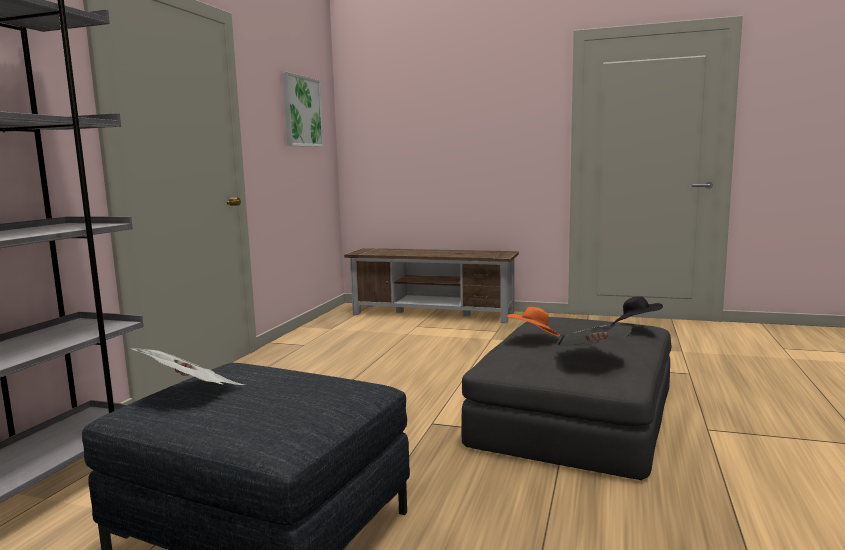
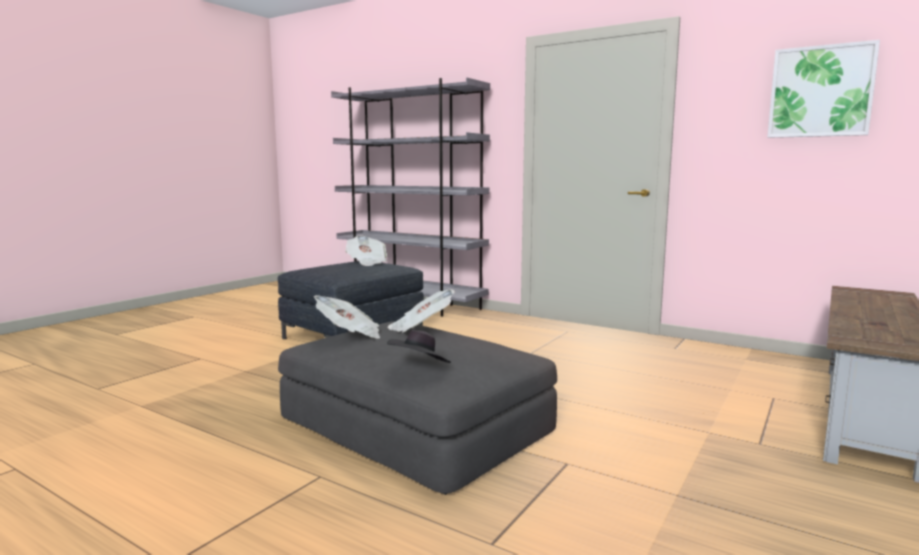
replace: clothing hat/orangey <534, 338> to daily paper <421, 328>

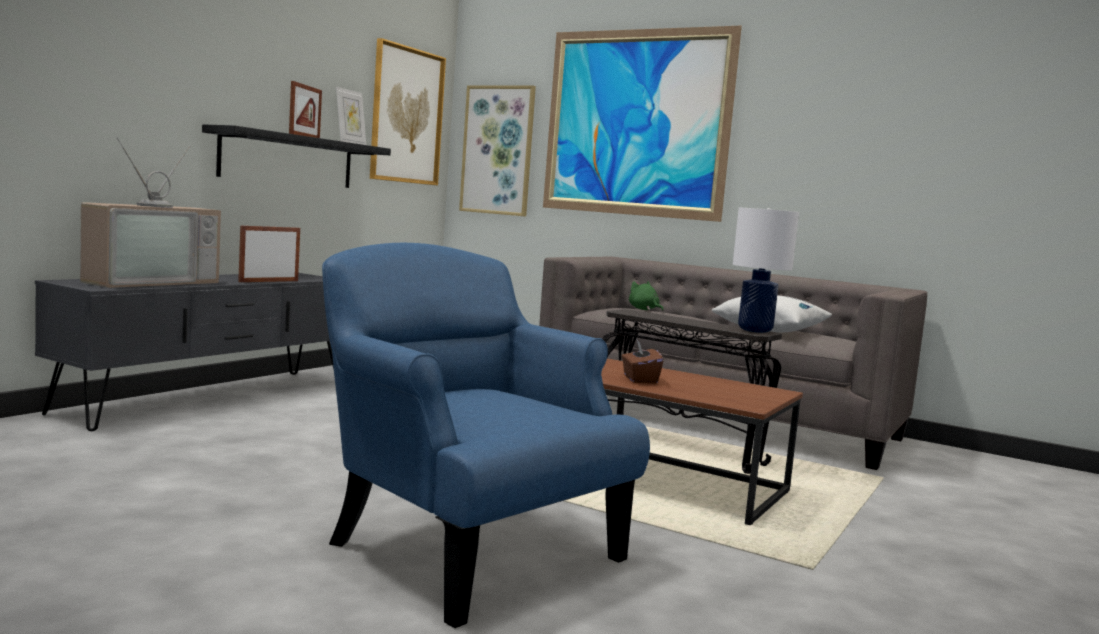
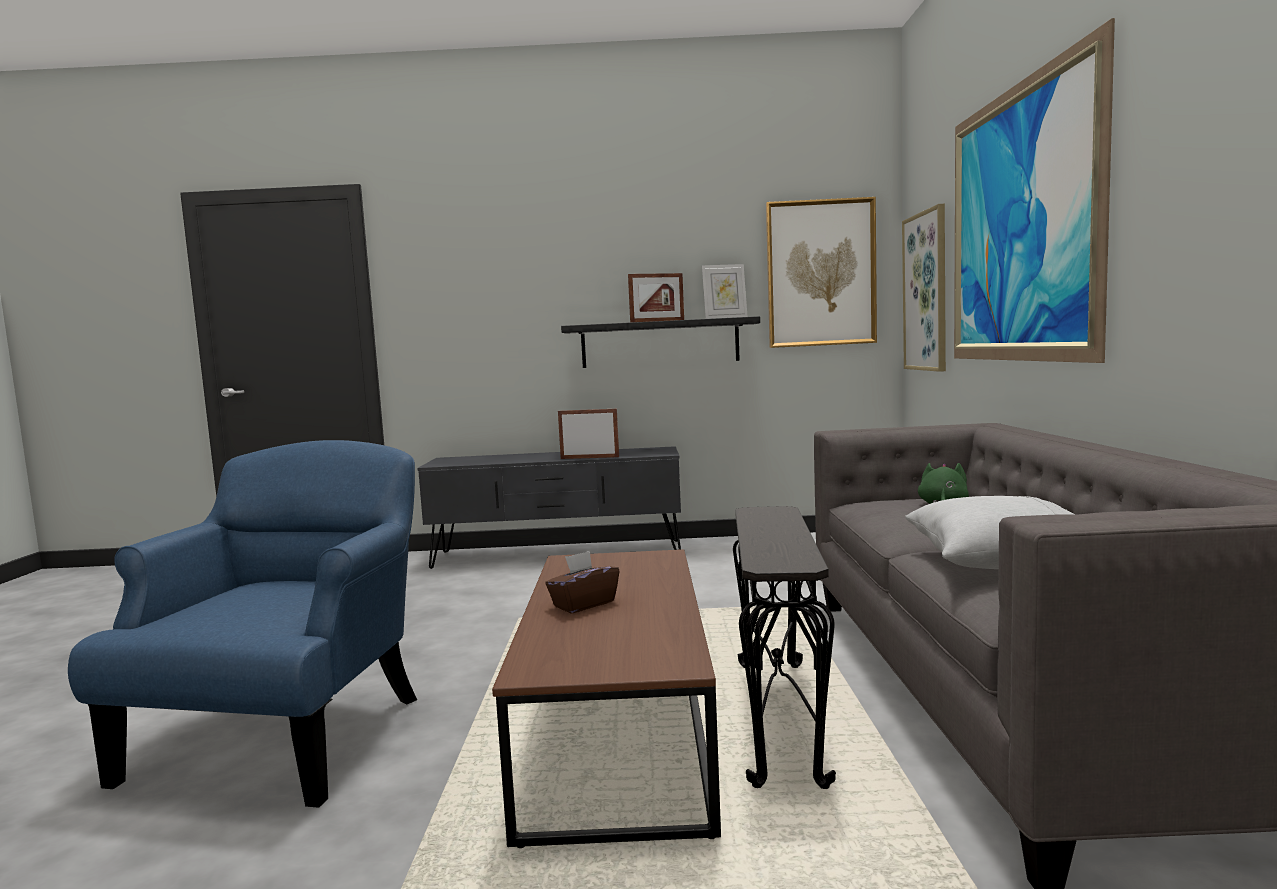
delete: television <148, 281>; tabletop lamp/white-coloured <754, 331>

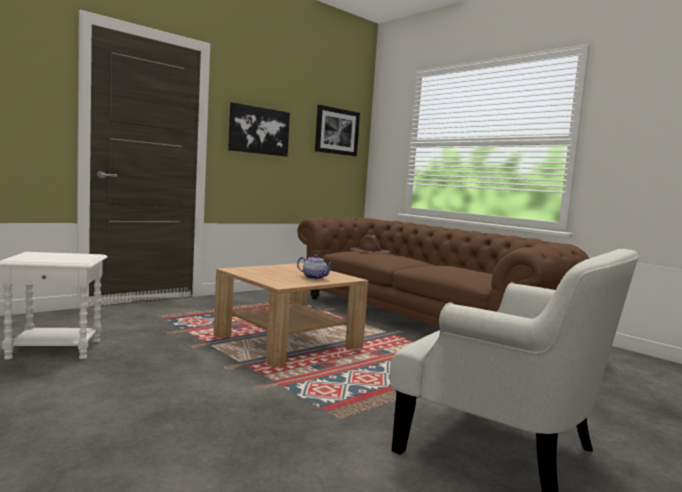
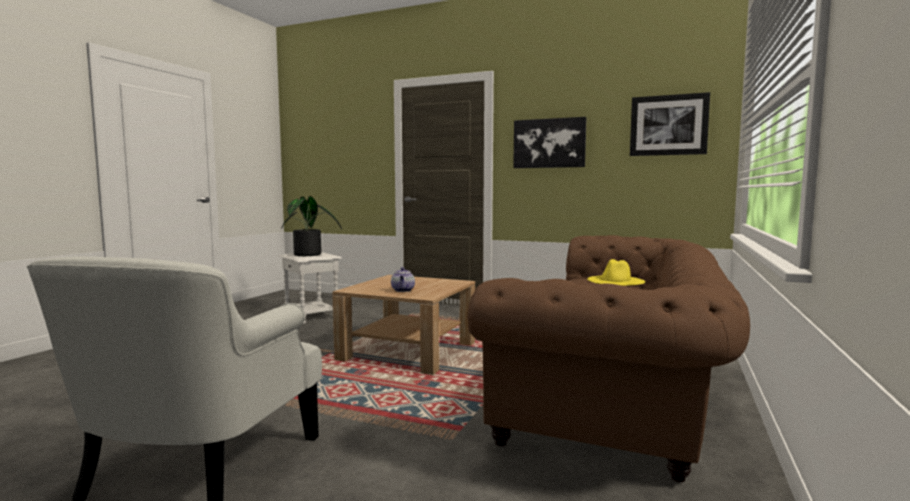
insert: plant in a pot <310, 255>
recolor: clothing hat/brown-coloured <370, 250> to clothing hat/yellowish <615, 280>

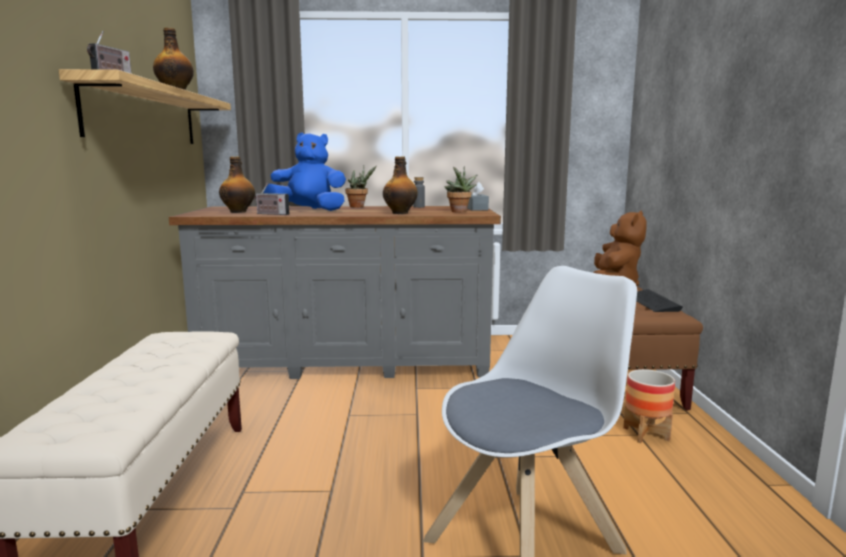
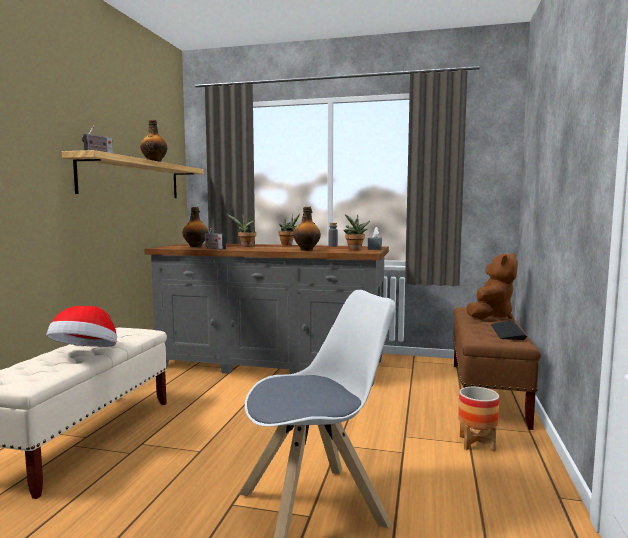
insert: clothing hat <86, 354>
replace: cuddly toy/blue-coloured <309, 210> to plant in a pot <246, 246>

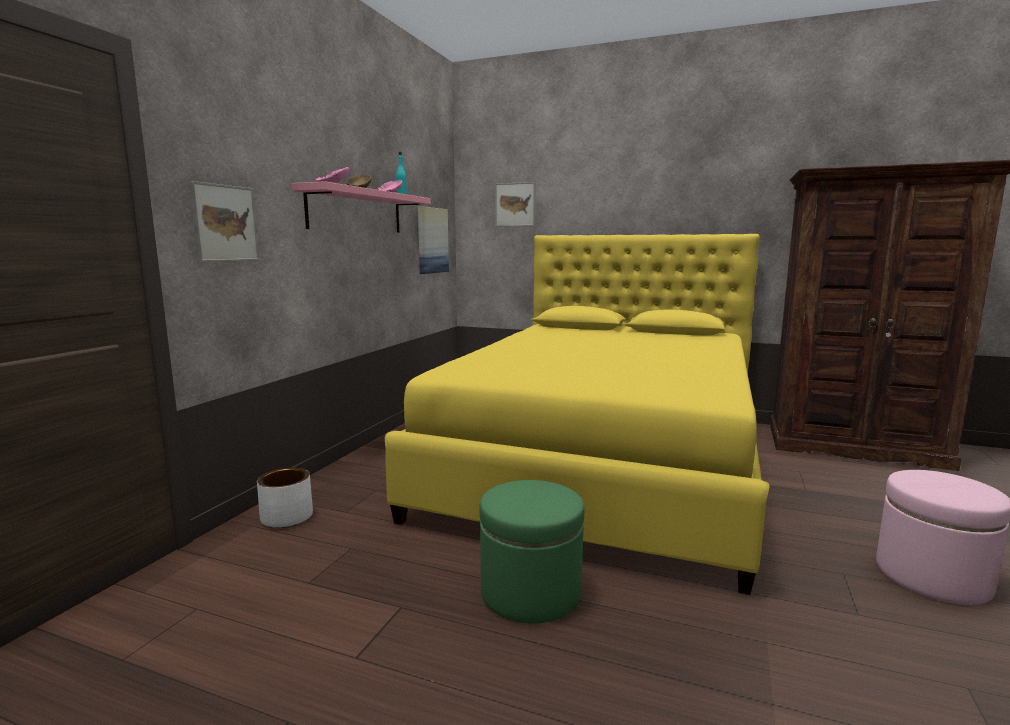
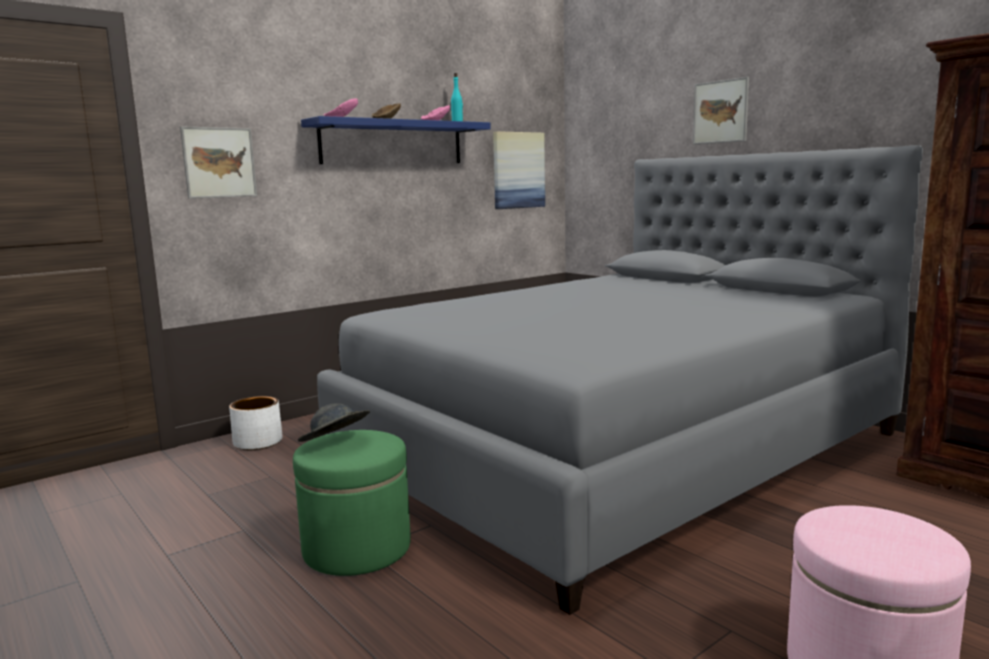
insert: clothing hat/greyish <335, 444>
move: picture <515, 204> to <720, 112>
recolor: shelf/pinkish <356, 211> to shelf/blue-coloured <393, 143>; sleeping bed/yellowish <604, 462> to sleeping bed/greyish <620, 448>

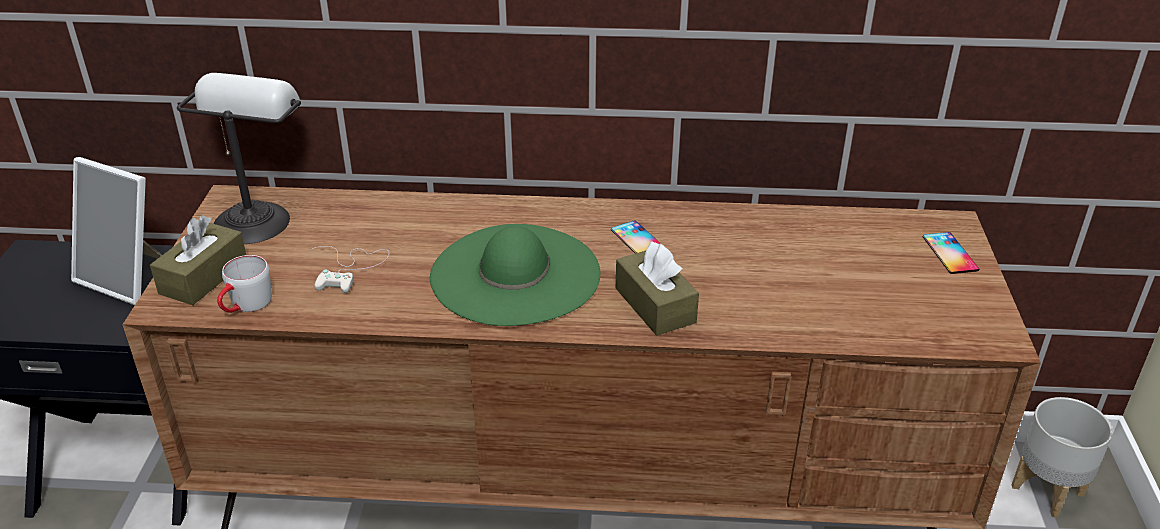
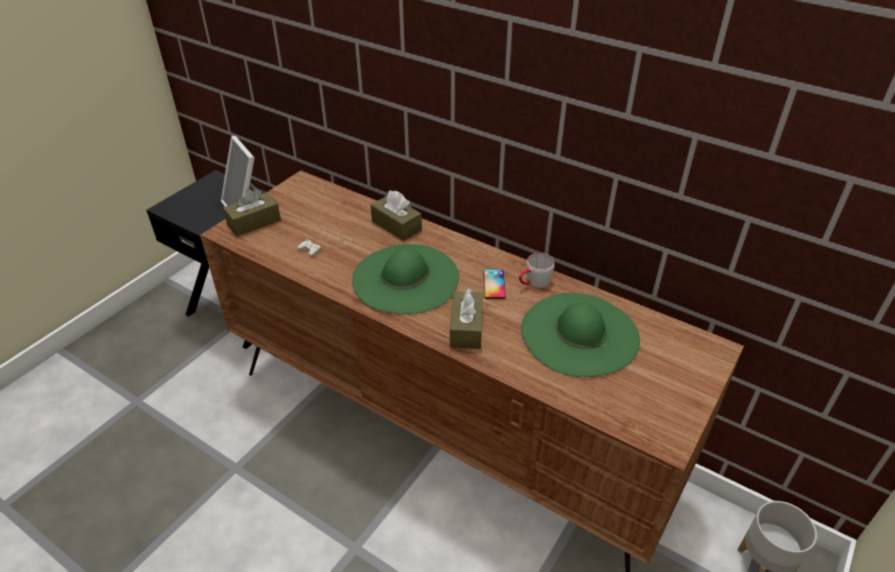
delete: tabletop lamp <257, 213>; telephone <950, 253>
insert: tissue box/brown-coloured <396, 226>; clothing hat/green <579, 334>
move: tea mug/greyish <246, 306> to <534, 283>

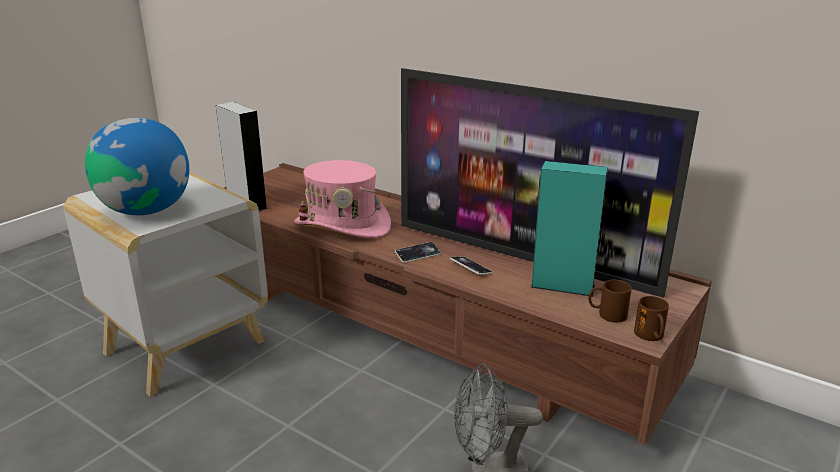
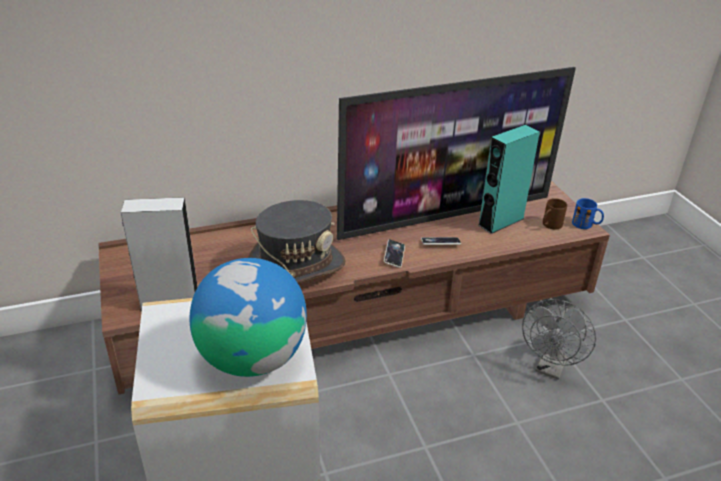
recolor: clothing hat/pinkish <343, 225> to clothing hat/greyish <296, 267>; tea mug/brown-coloured <651, 336> to tea mug/blue-coloured <586, 225>

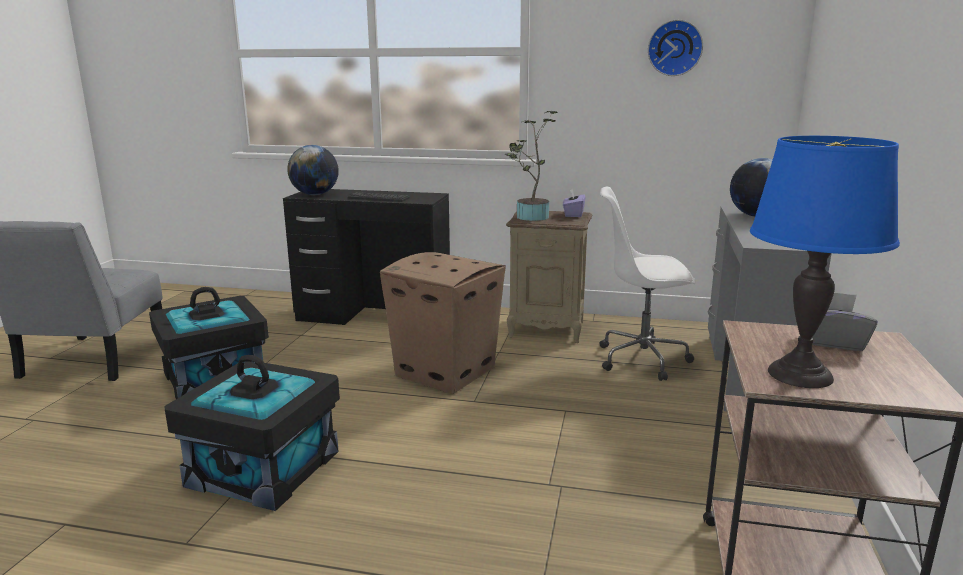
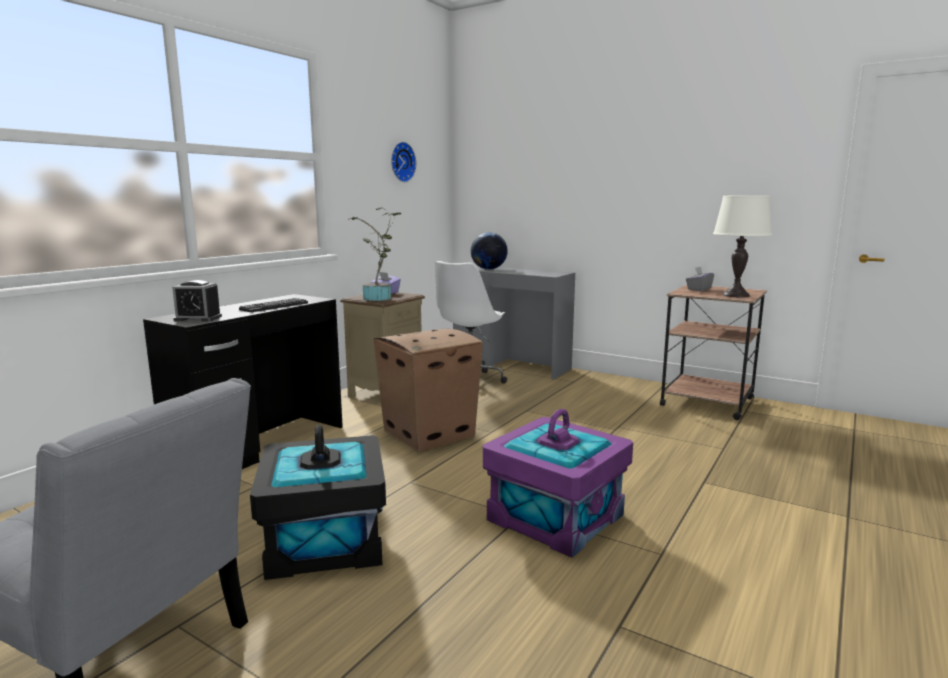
replace: world globe <315, 194> to bedside clock <198, 318>
recolor: storage container/black <264, 468> to storage container/purple <555, 517>; tabletop lamp/blue-coloured <800, 375> to tabletop lamp/white-coloured <736, 295>

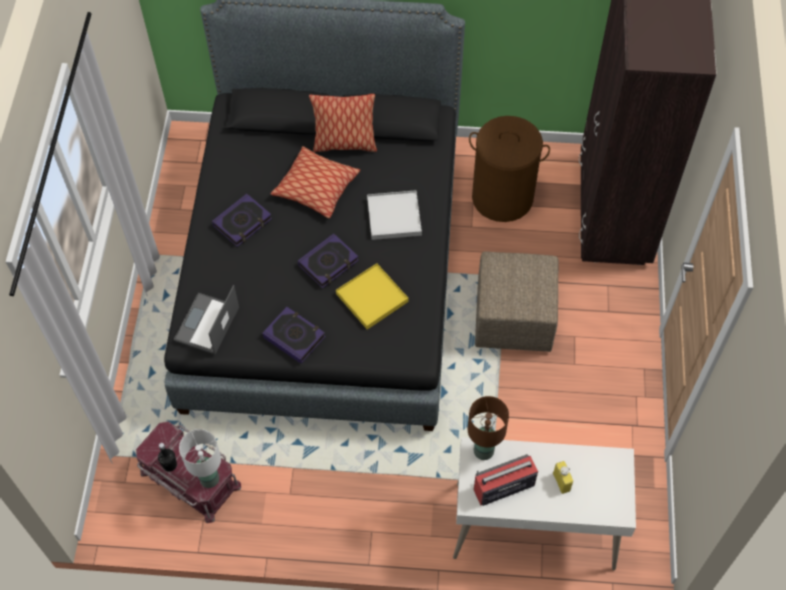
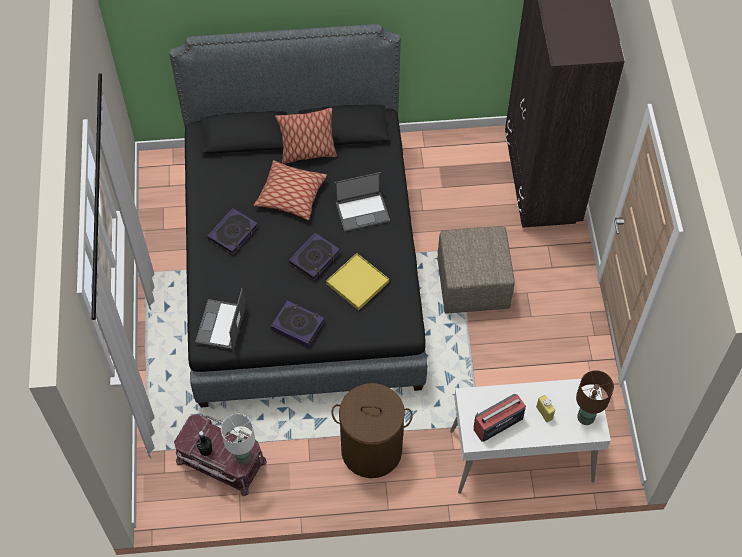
move: tabletop lamp/brown-coloured <483, 451> to <585, 418>; laundry basket/brown-coloured <502, 197> to <371, 449>
replace: serving tray/white-coloured <394, 217> to notebook computer <363, 211>

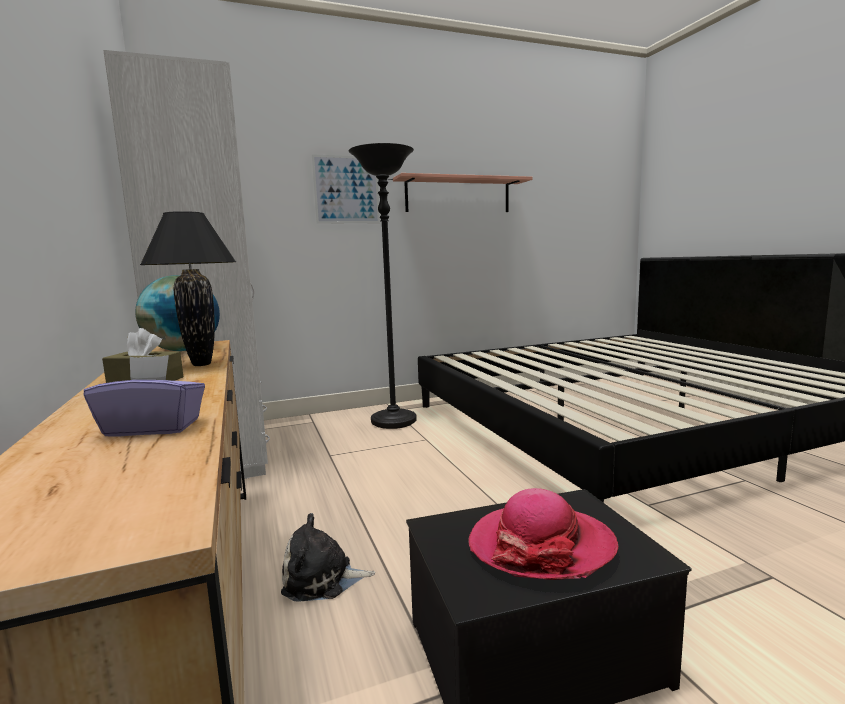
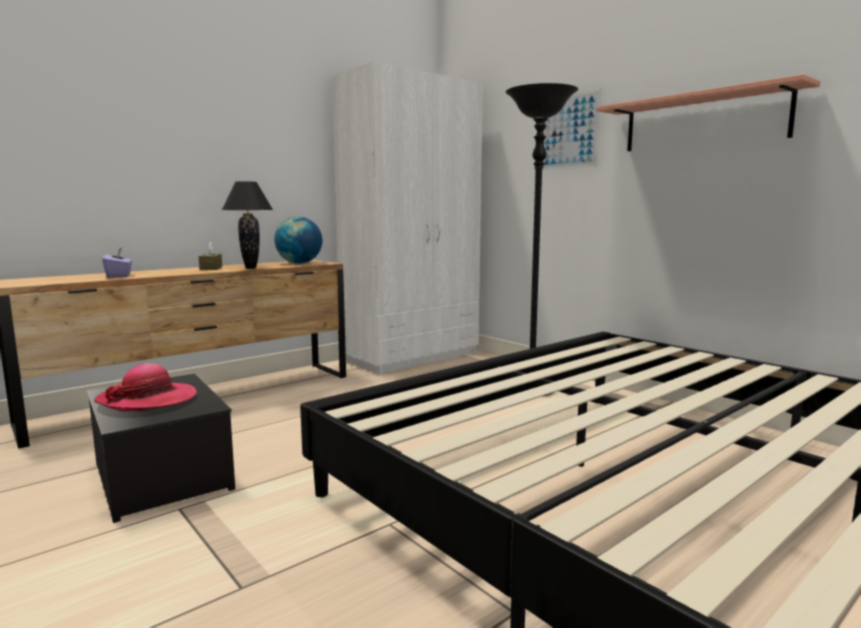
delete: cuddly toy <322, 579>

